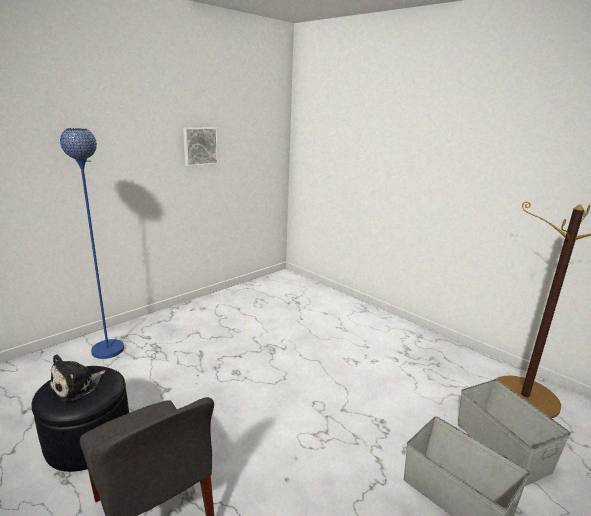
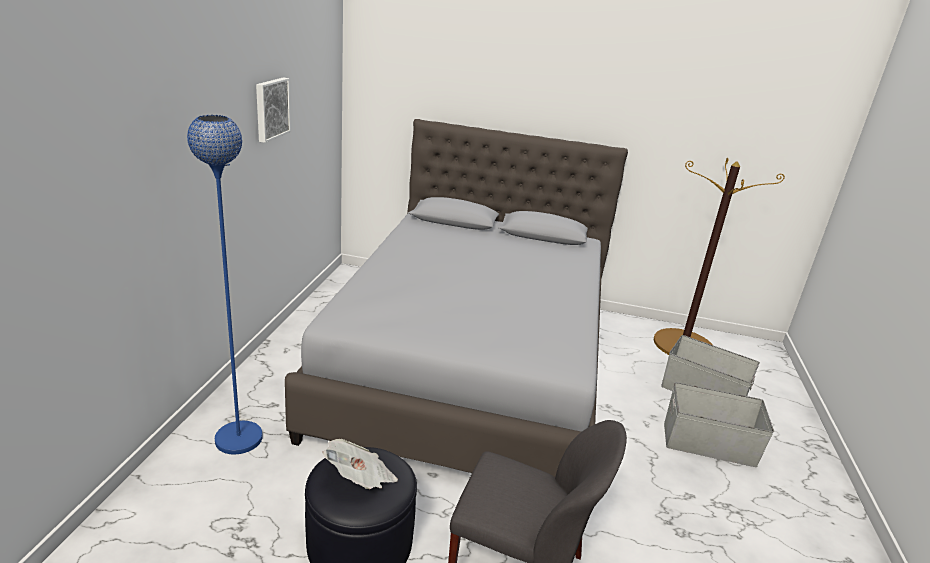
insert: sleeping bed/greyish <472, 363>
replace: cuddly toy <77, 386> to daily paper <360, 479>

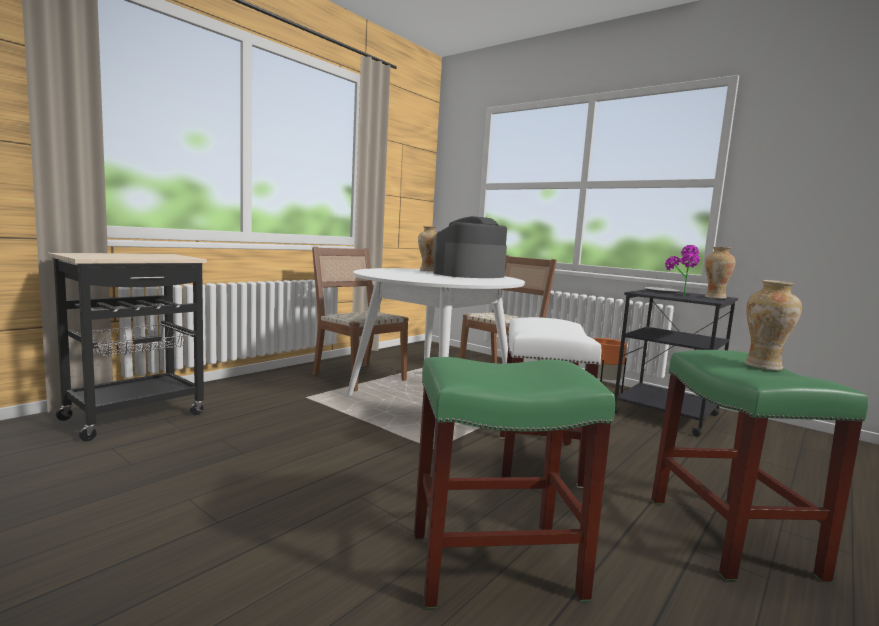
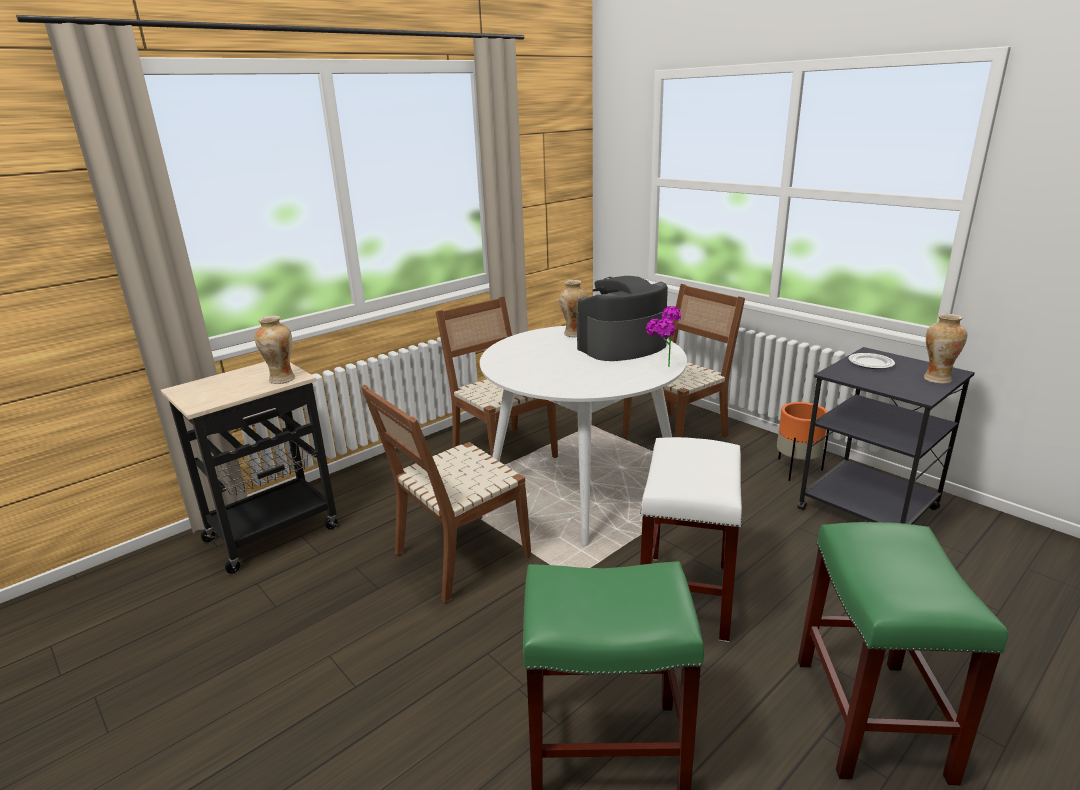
insert: chair <457, 558>
move: plant in a pot <679, 296> to <662, 367>; vase <763, 366> to <281, 380>

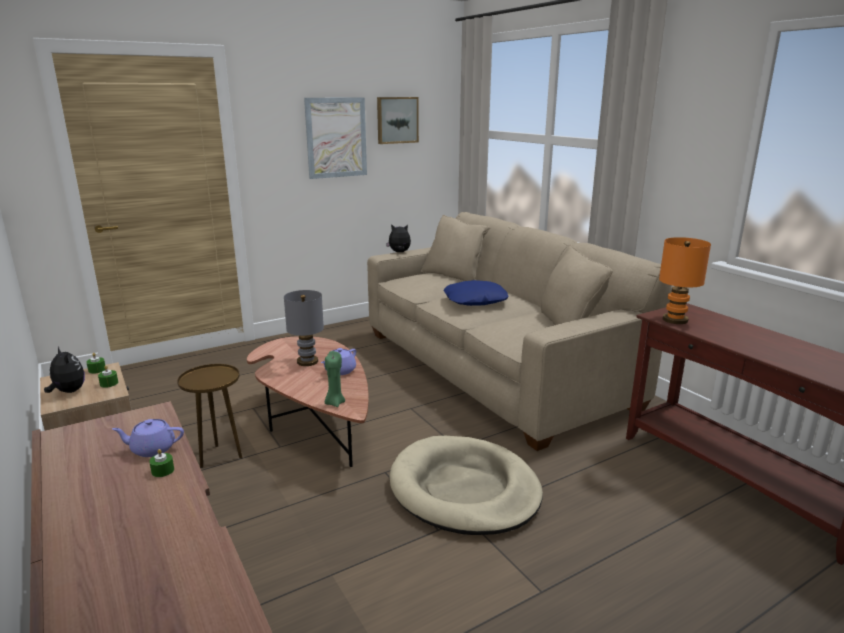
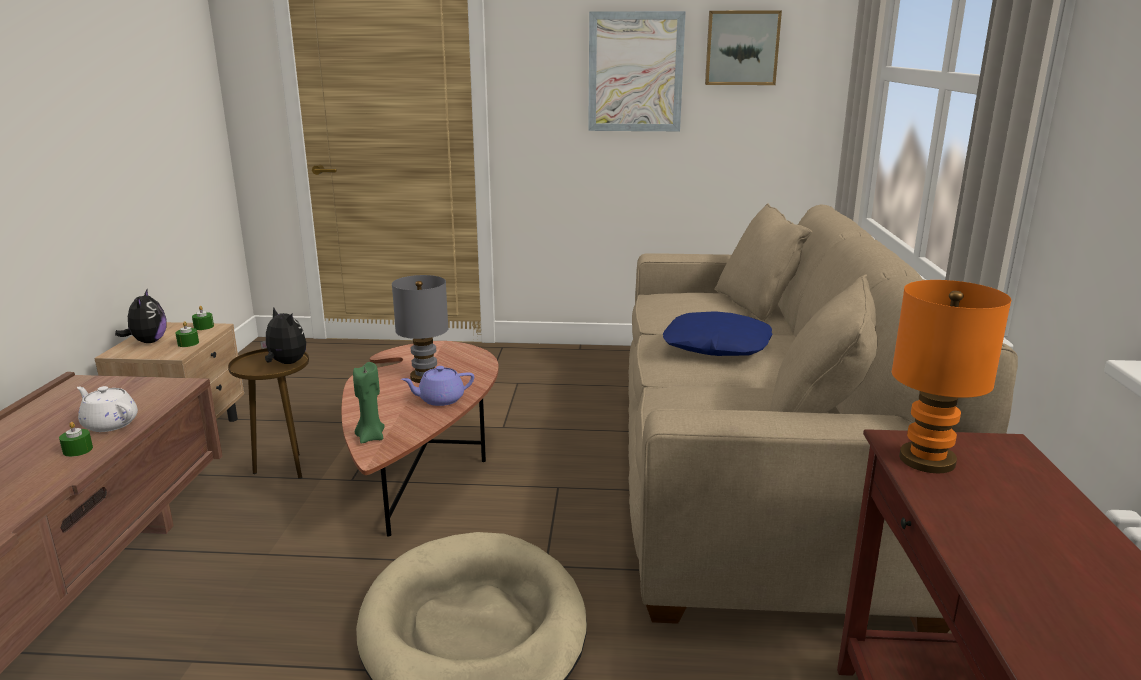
move: cuddly toy <399, 252> to <285, 363>
recolor: teapot/purple <152, 449> to teapot/white-coloured <109, 424>

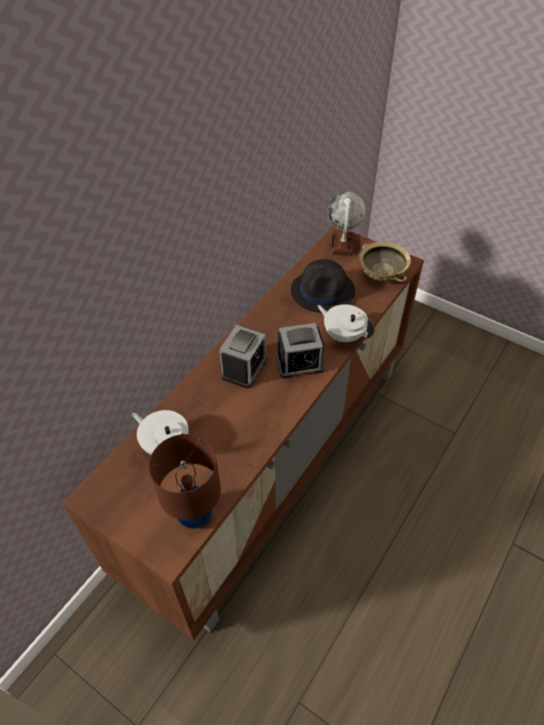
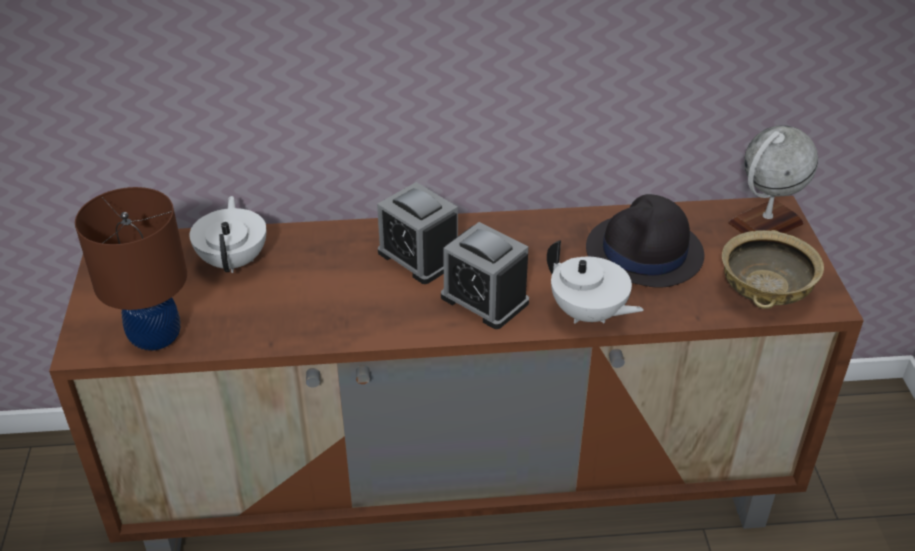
rotate: bedside clock <244, 368> = <418, 257> 60 degrees clockwise; teapot/white-coloured <343, 335> = <588, 314> 135 degrees clockwise

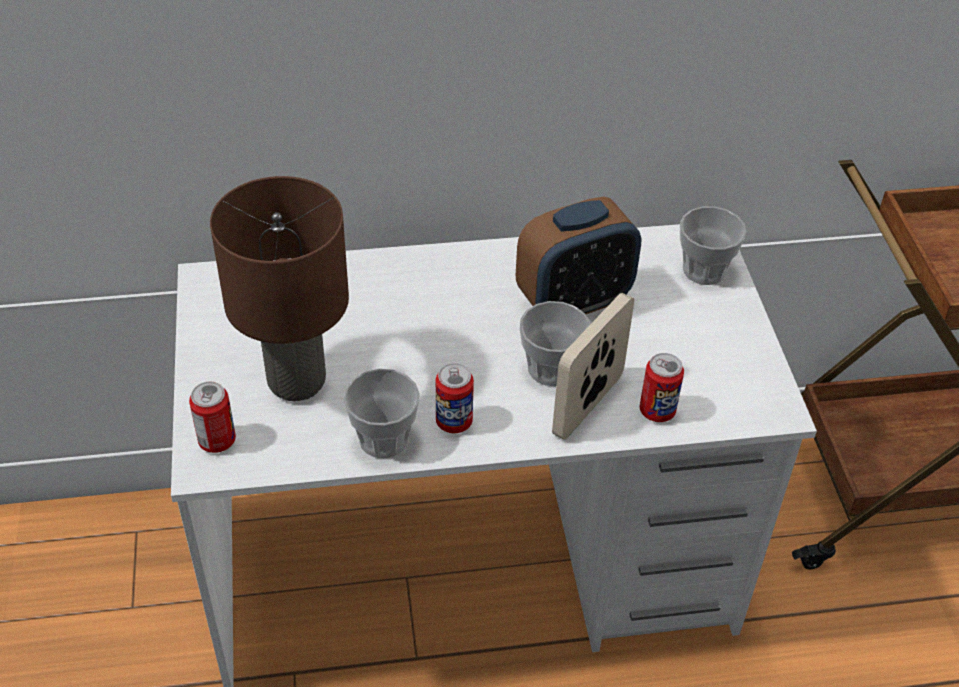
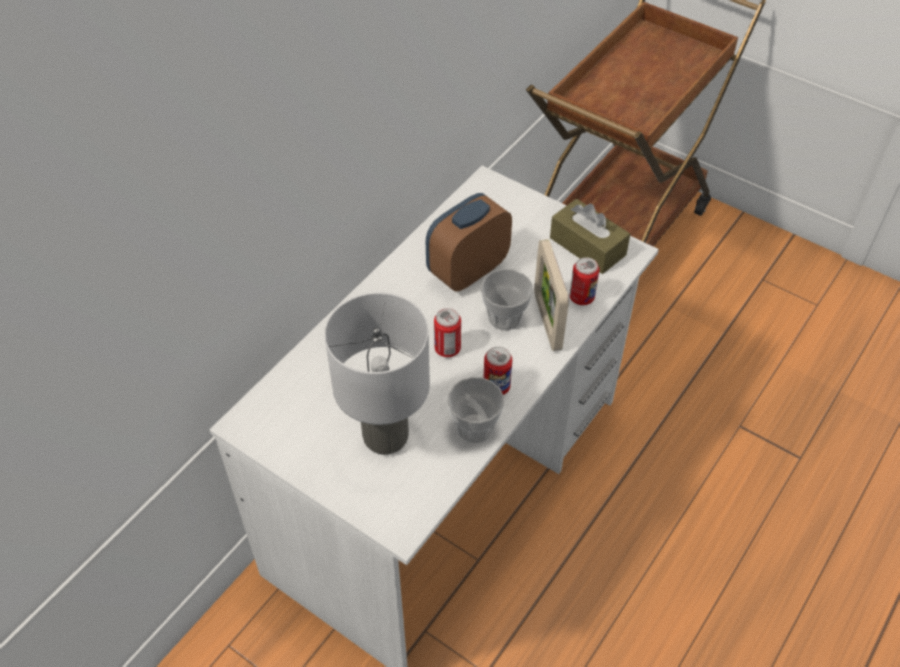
delete: cup <704, 270>
insert: tissue box/brown-coloured <587, 246>
move: metal can <217, 441> to <447, 349>
recolor: tabletop lamp/brown-coloured <294, 385> to tabletop lamp/white-coloured <386, 440>
rotate: bedside clock <574, 302> = <467, 270> 150 degrees counterclockwise

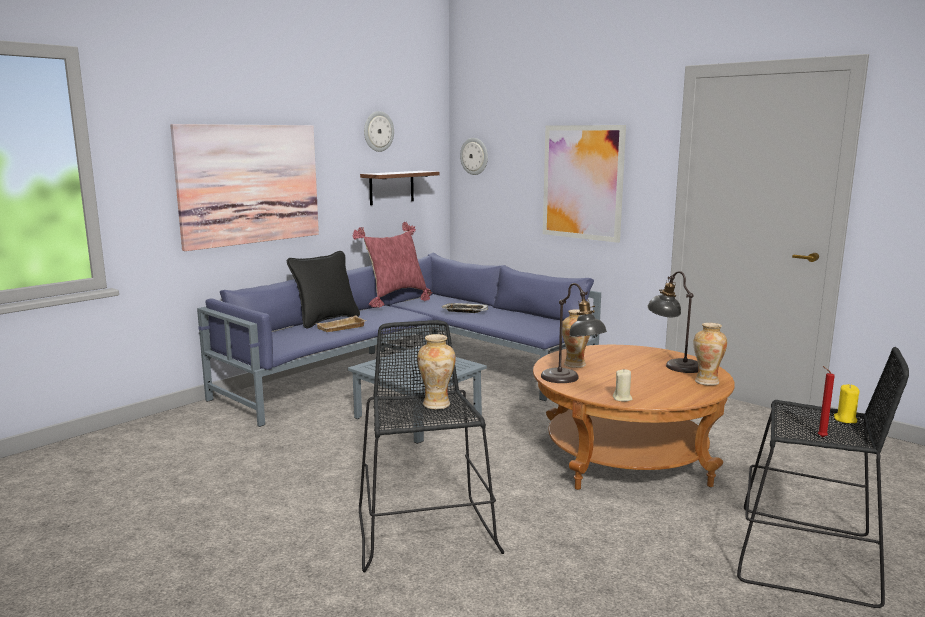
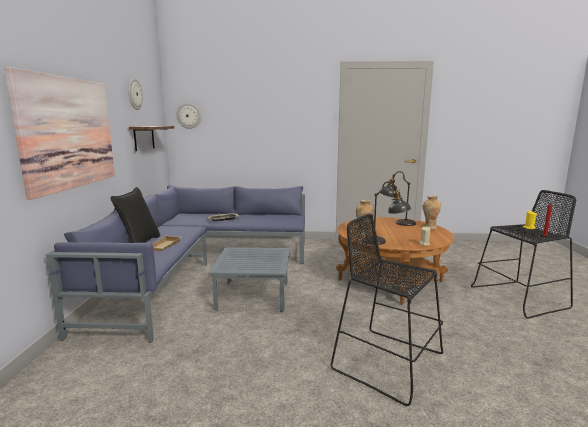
delete: cushion/red <394, 303>; vase <436, 405>; picture <582, 182>

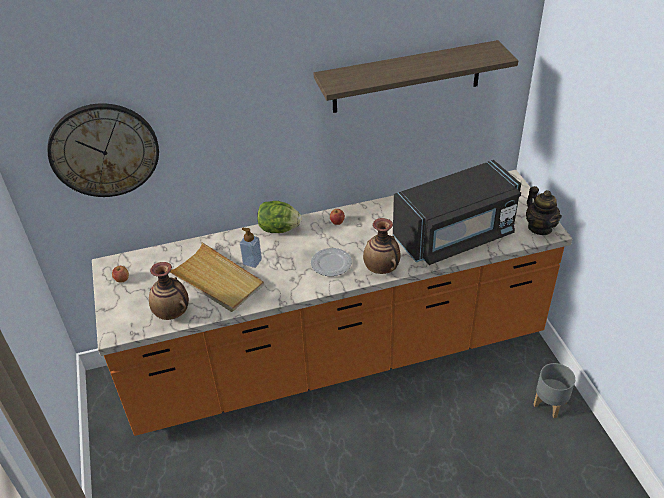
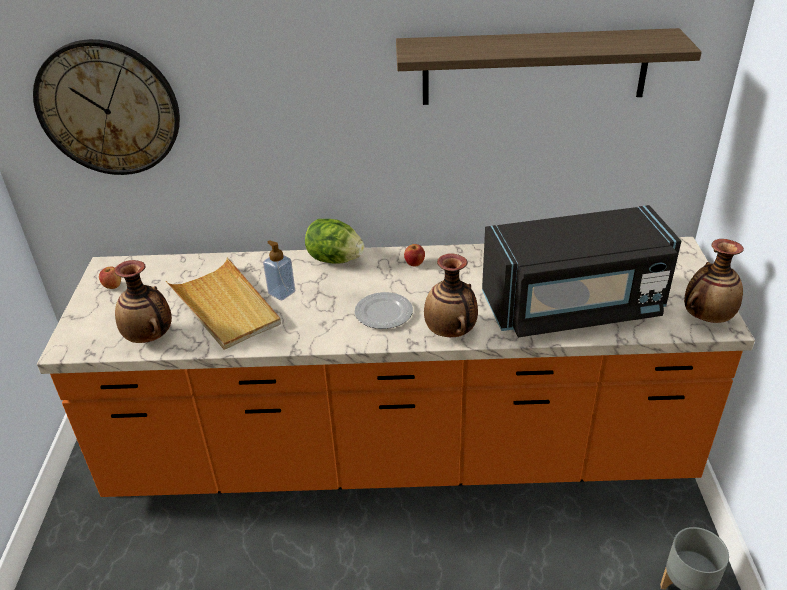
replace: teapot <540, 228> to vase <706, 317>

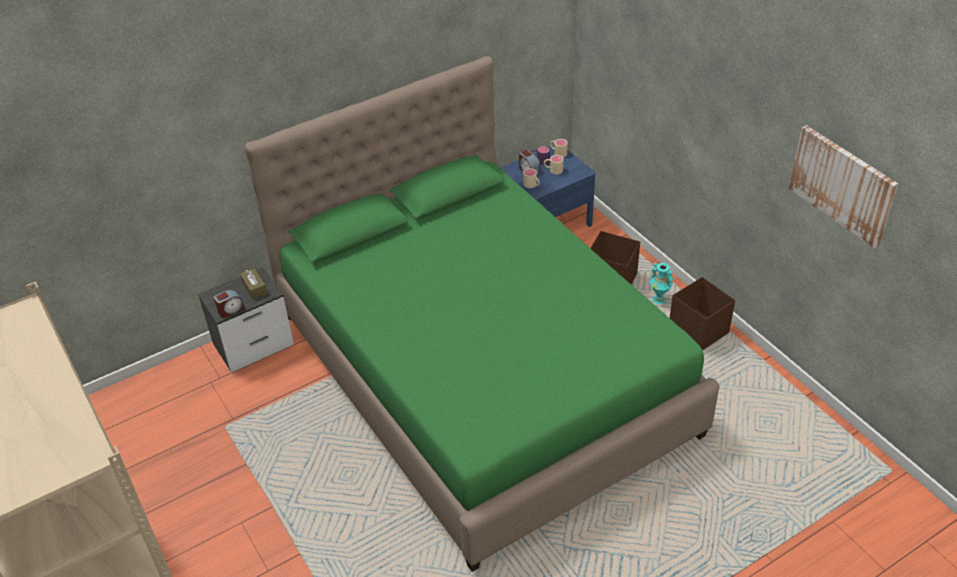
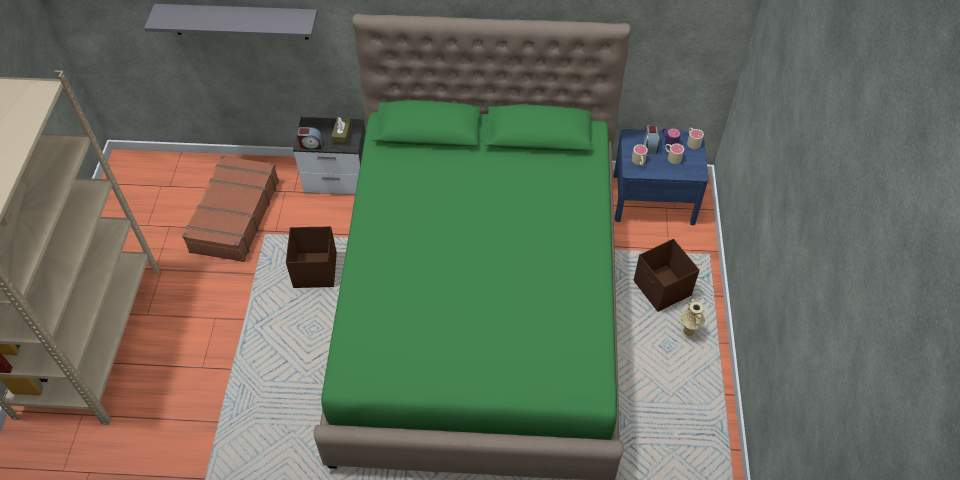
delete: picture <842, 184>
insert: shelf/greyish <239, 21>; suitcase/brown-coloured <234, 216>
move: storage container/brown-coloured <698, 330> to <315, 270>
recolor: vase/turquoise-coloured <659, 300> to vase/beige <688, 332>

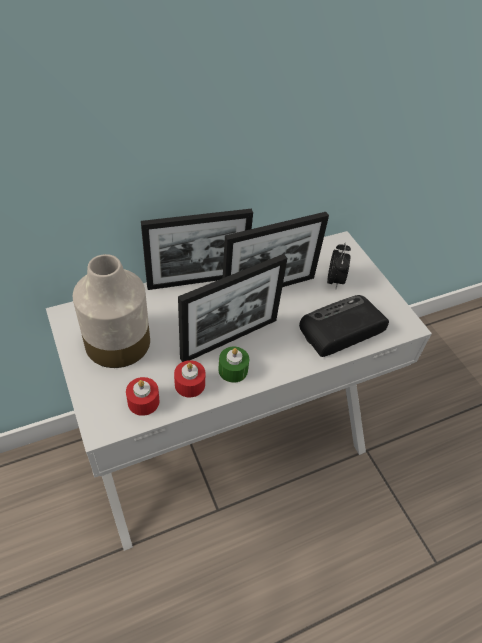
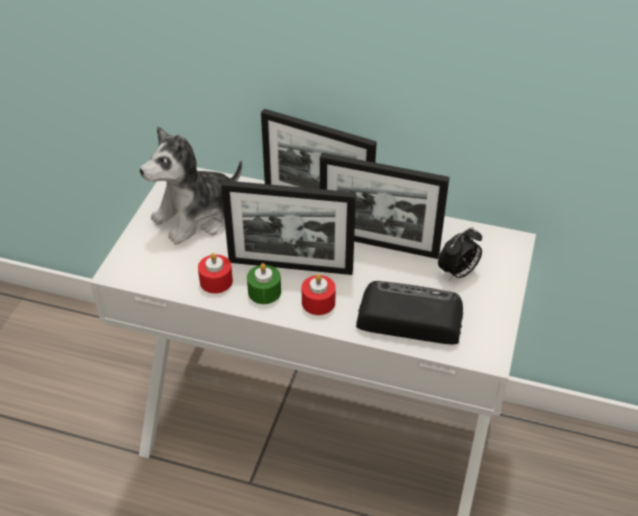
move: wax light/red <143, 401> to <318, 302>
replace: vase/beige <118, 341> to cuddly toy <196, 216>

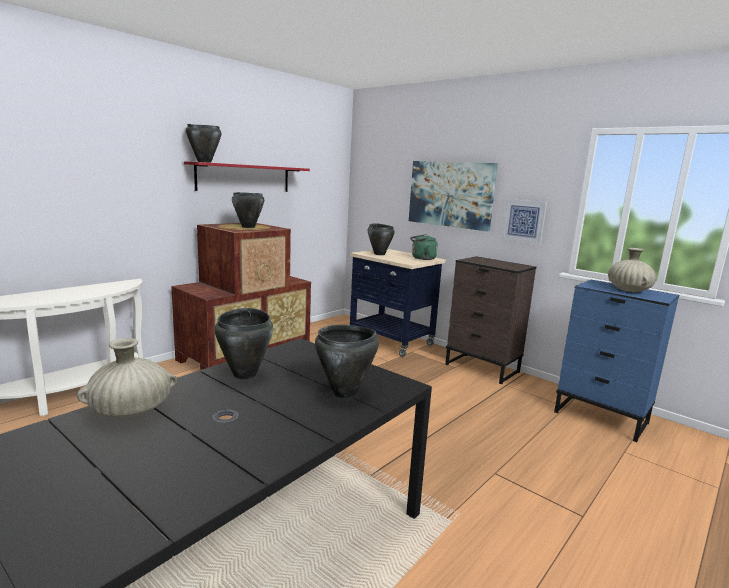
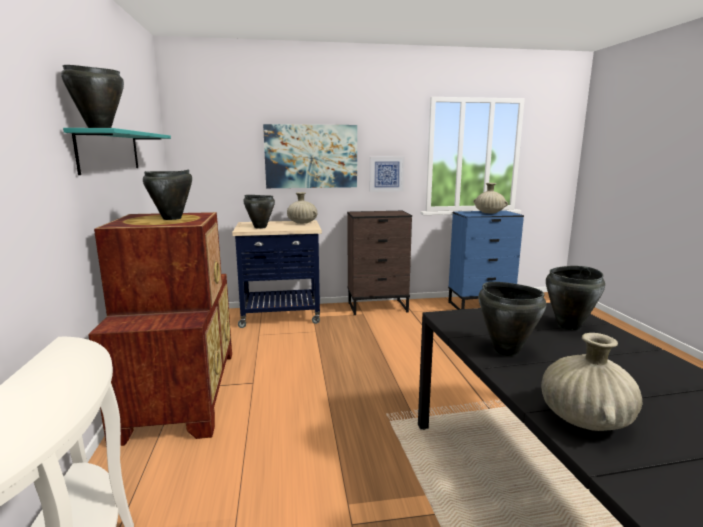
replace: tea kettle/green <422, 258> to vase/beige <302, 223>
recolor: shelf/red <244, 178> to shelf/turquoise-coloured <110, 151>

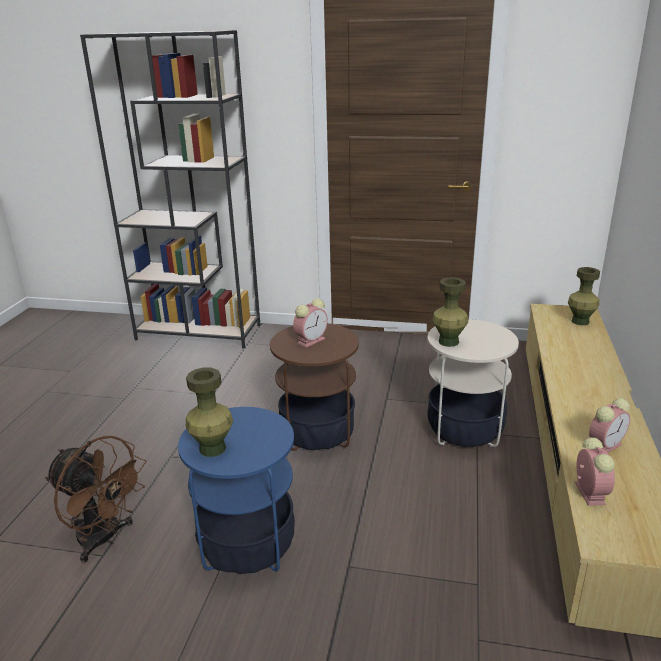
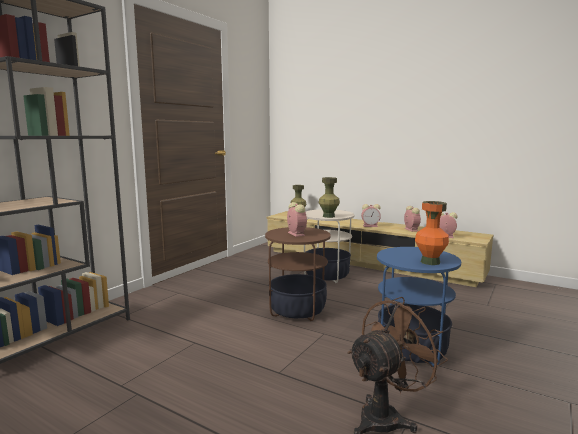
insert: bedside clock <371, 226>
recolor: vase/green <212, 448> to vase/orangey <430, 262>

